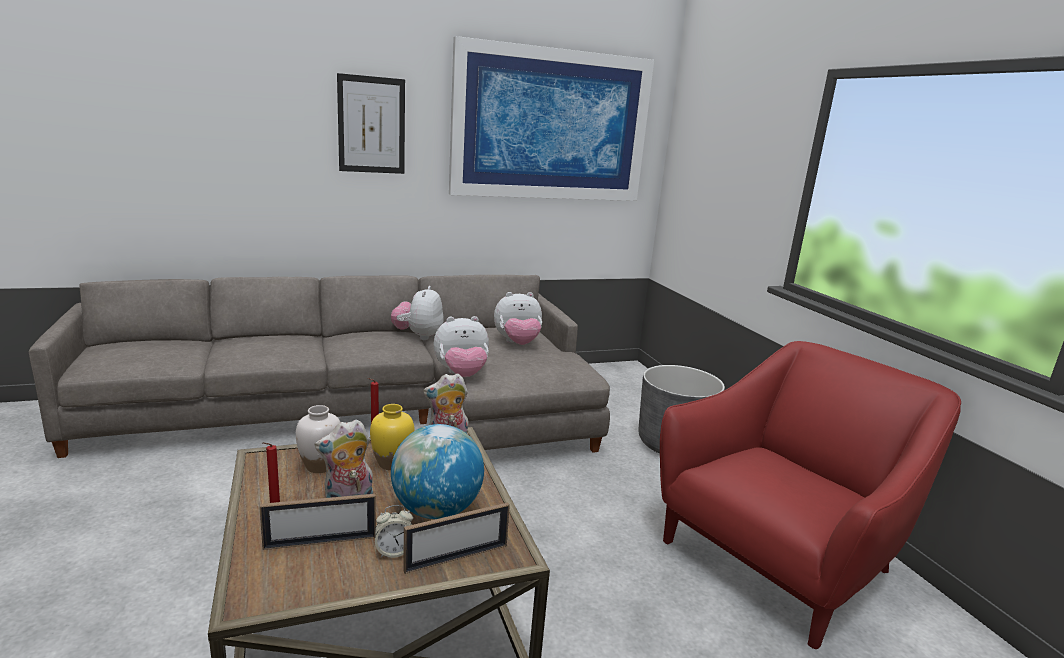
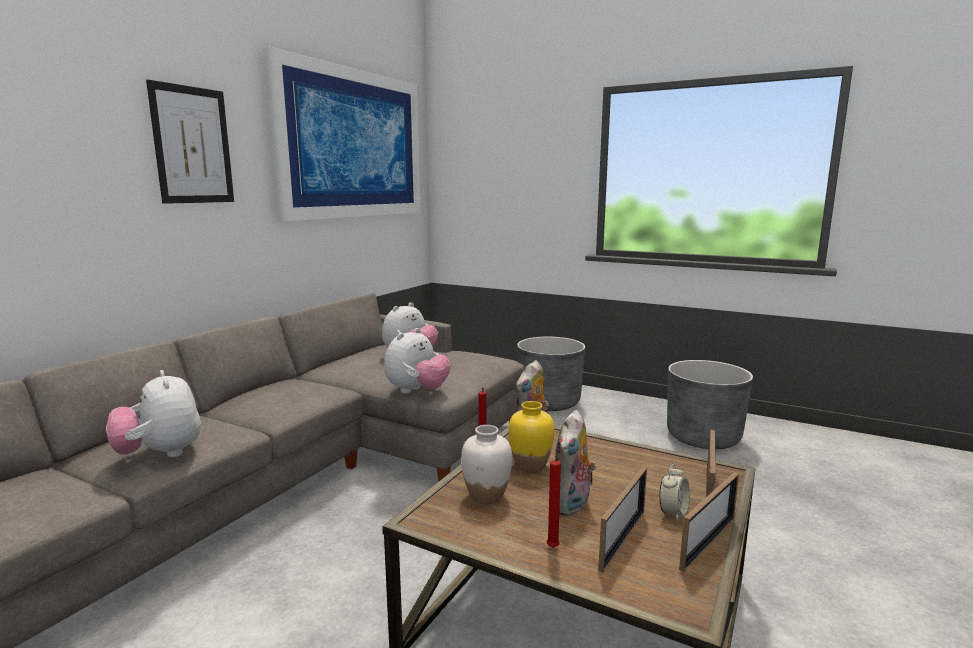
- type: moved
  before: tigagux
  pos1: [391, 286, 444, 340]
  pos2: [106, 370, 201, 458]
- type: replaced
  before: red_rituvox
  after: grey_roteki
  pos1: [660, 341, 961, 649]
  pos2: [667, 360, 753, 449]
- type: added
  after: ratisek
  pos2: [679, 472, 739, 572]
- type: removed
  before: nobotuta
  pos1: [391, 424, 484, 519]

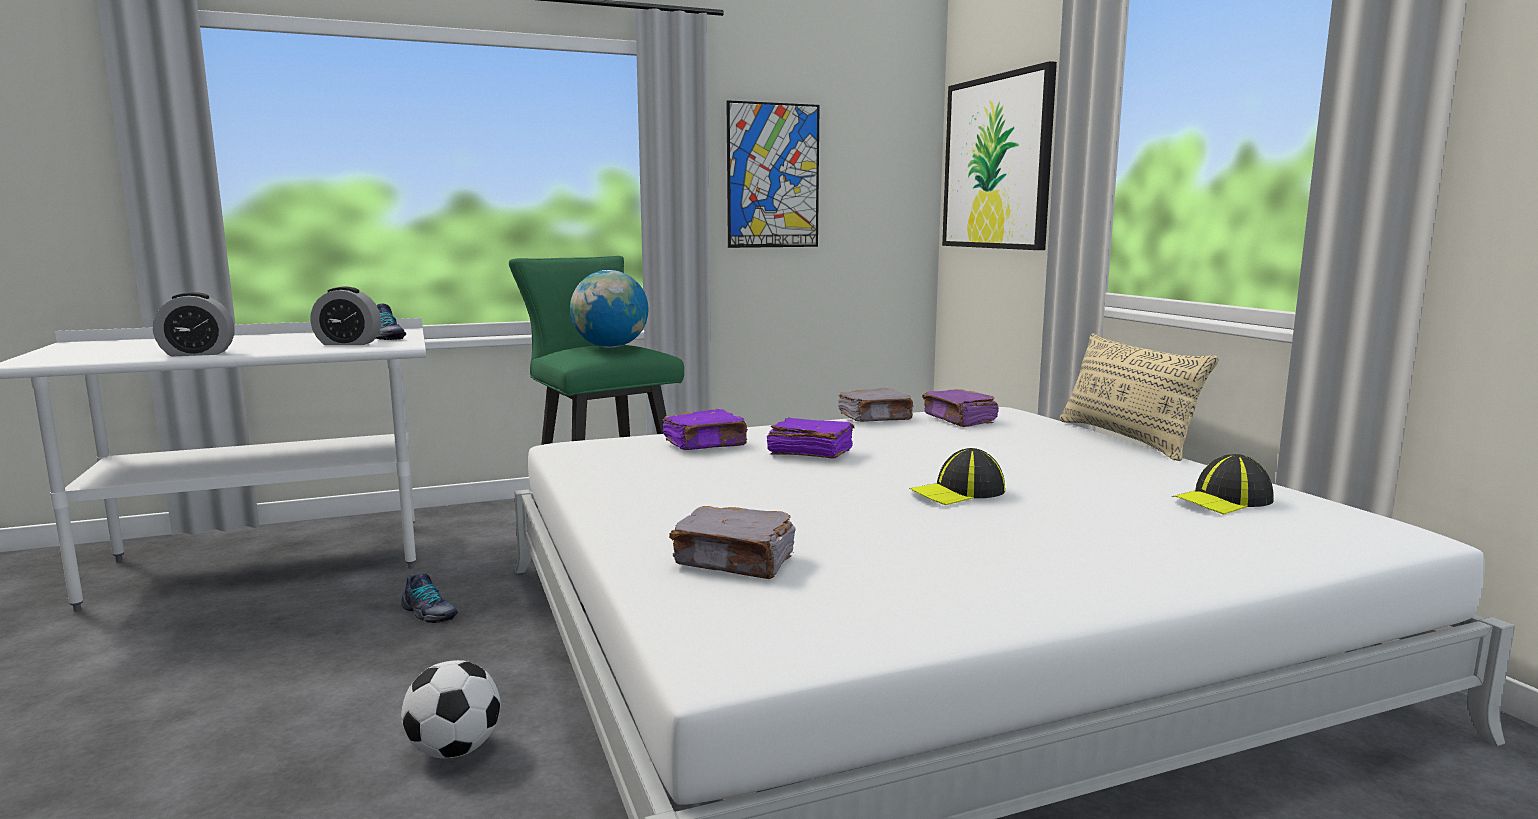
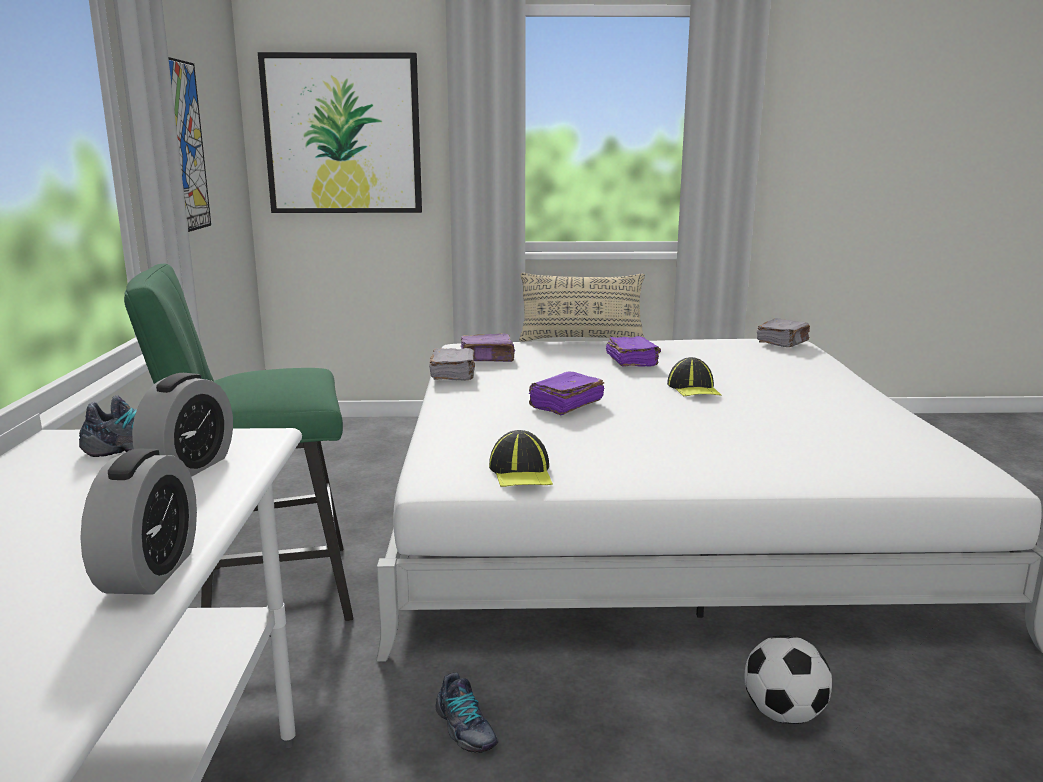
- type: turned
  before: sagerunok
  pos1: [401, 573, 458, 623]
  pos2: [435, 672, 498, 753]
  turn: 90
- type: moved
  before: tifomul
  pos1: [1172, 454, 1274, 515]
  pos2: [489, 430, 553, 487]
- type: moved
  before: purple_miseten
  pos1: [663, 409, 748, 450]
  pos2: [606, 336, 661, 367]
- type: moved
  before: grey_miseten
  pos1: [669, 506, 796, 579]
  pos2: [757, 318, 810, 347]
- type: removed
  before: nobotuta
  pos1: [570, 270, 648, 348]

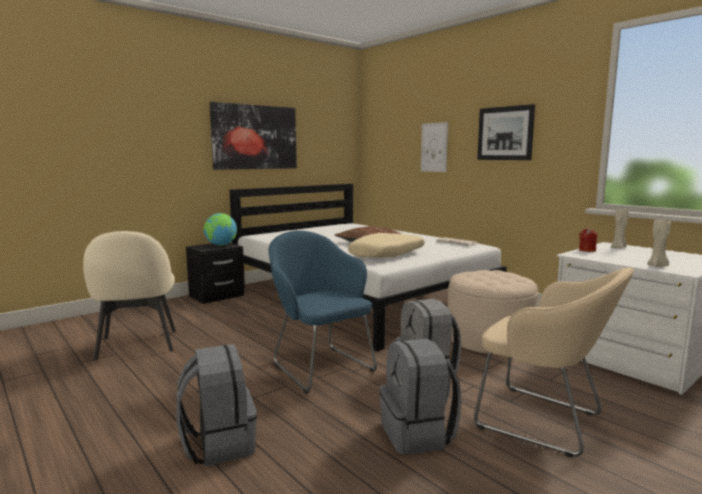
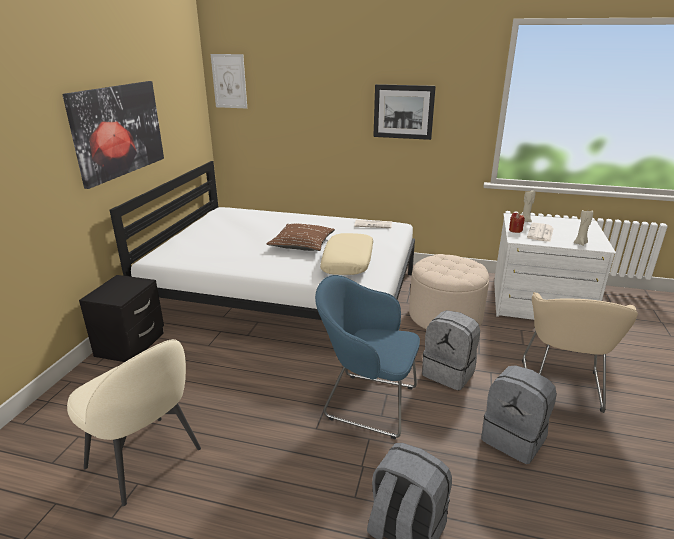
- type: moved
  before: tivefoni
  pos1: [421, 122, 448, 172]
  pos2: [211, 54, 247, 108]
- type: turned
  before: beige_rituvox
  pos1: [474, 267, 634, 458]
  pos2: [522, 292, 638, 413]
  turn: 105
- type: added
  after: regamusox
  pos2: [527, 223, 554, 242]
- type: removed
  before: nobotuta
  pos1: [204, 213, 237, 246]

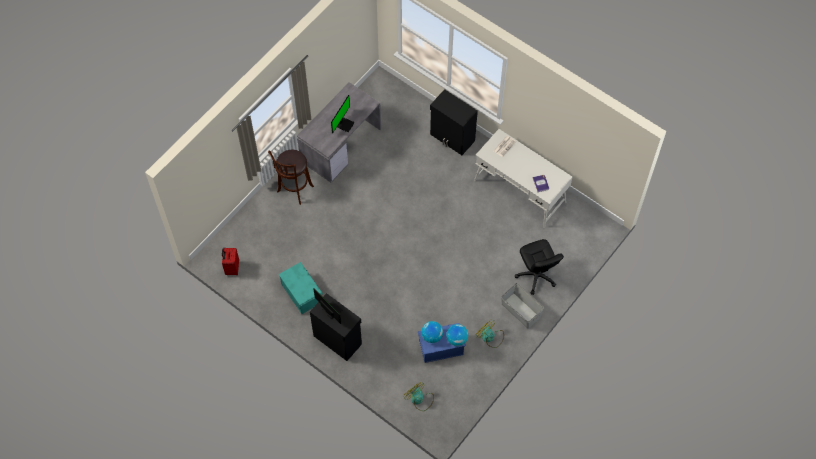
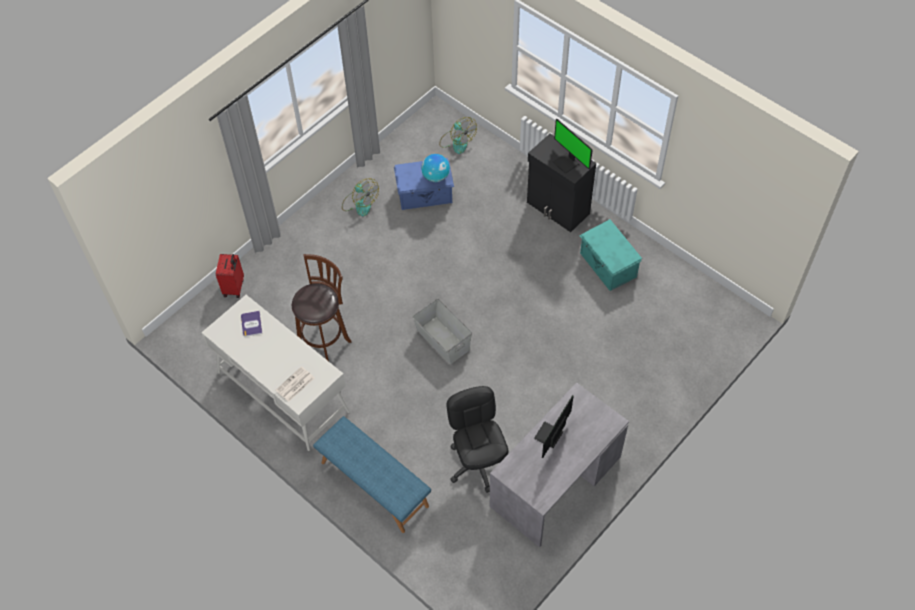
- type: moved
  before: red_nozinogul
  pos1: [222, 248, 239, 275]
  pos2: [216, 254, 244, 298]
- type: moved
  before: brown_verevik
  pos1: [268, 150, 314, 205]
  pos2: [292, 254, 352, 361]
- type: replaced
  before: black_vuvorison
  after: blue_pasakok
  pos1: [430, 89, 478, 155]
  pos2: [313, 416, 431, 533]
- type: moved
  before: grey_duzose
  pos1: [501, 283, 544, 329]
  pos2: [413, 299, 472, 364]
- type: moved
  before: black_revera
  pos1: [515, 239, 564, 295]
  pos2: [446, 386, 509, 493]
- type: removed
  before: nobotuta
  pos1: [447, 324, 468, 346]

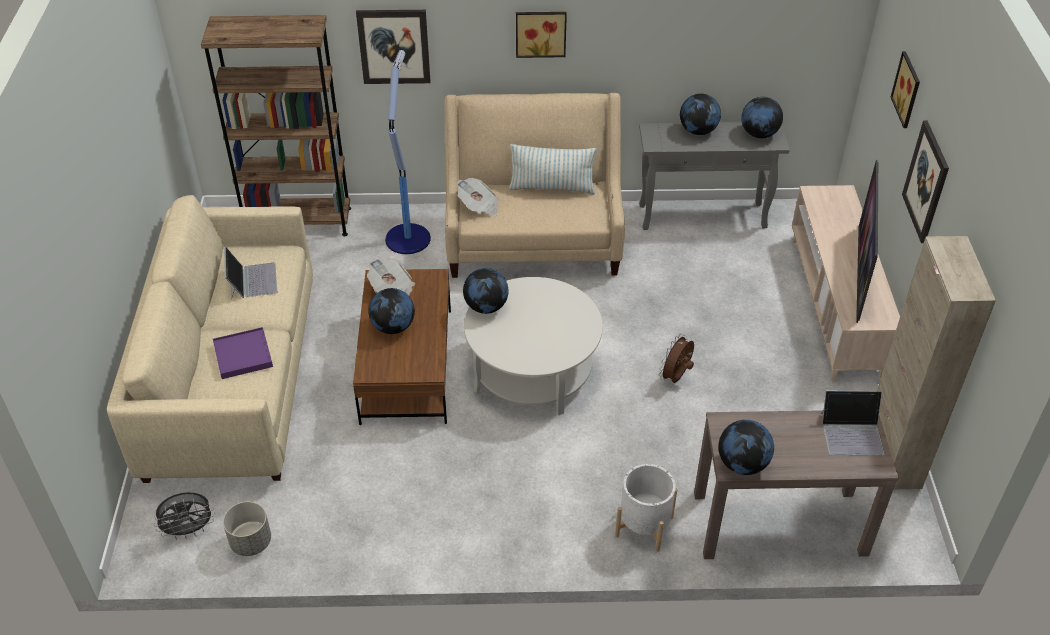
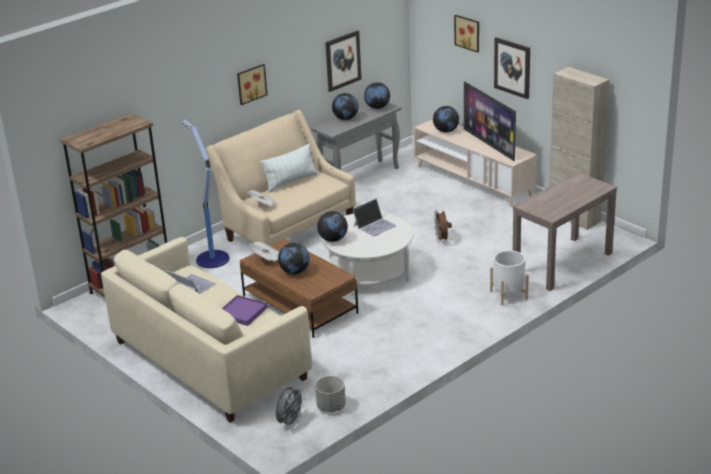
- type: moved
  before: tivefoni
  pos1: [356, 10, 431, 84]
  pos2: [325, 30, 361, 92]
- type: moved
  before: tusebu
  pos1: [820, 390, 885, 456]
  pos2: [352, 199, 396, 237]
- type: moved
  before: nobotuta
  pos1: [718, 420, 774, 475]
  pos2: [433, 106, 459, 132]

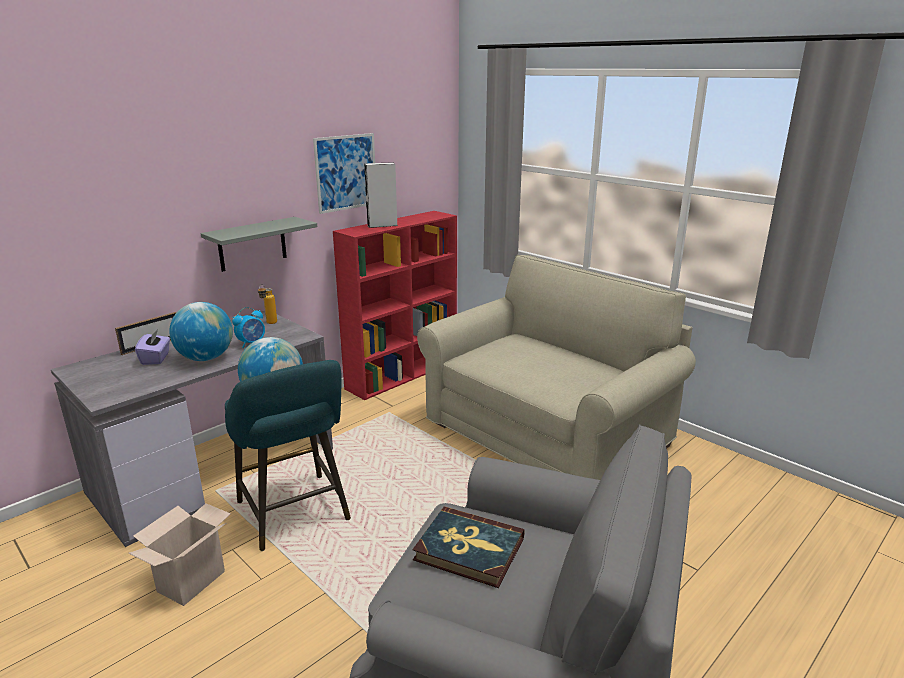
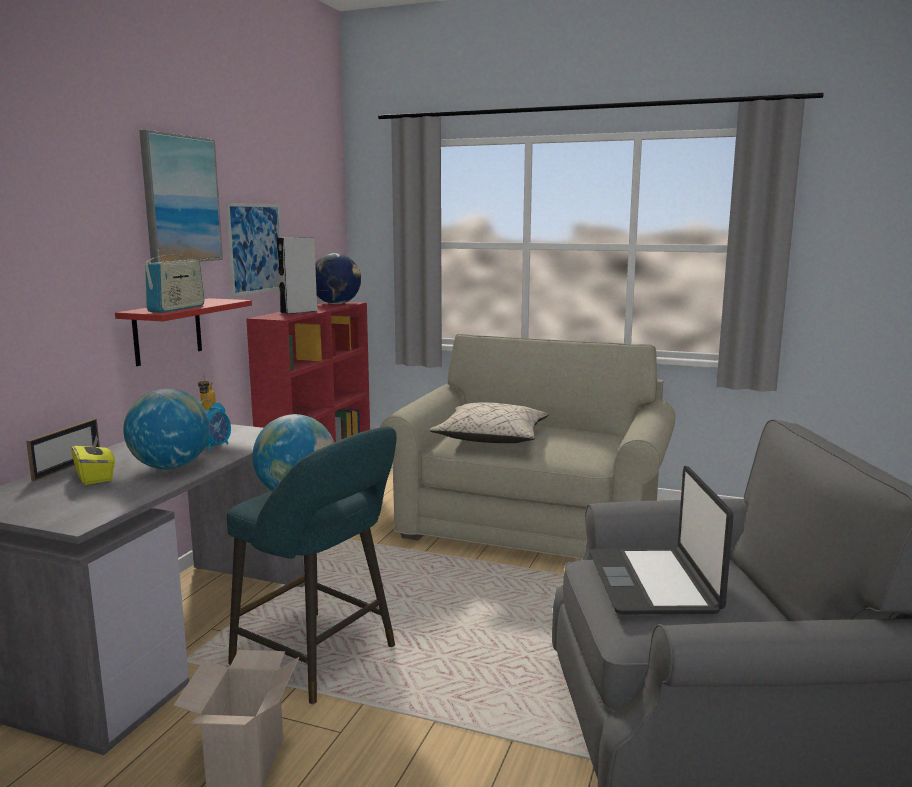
- type: recoloured
  before: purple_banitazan
  after: yellow_banitazan
  pos1: [135, 329, 170, 365]
  pos2: [71, 434, 115, 485]
- type: recoloured
  before: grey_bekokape
  after: red_bekokape
  pos1: [200, 217, 317, 272]
  pos2: [115, 298, 252, 366]
- type: added
  after: tivefoni
  pos2: [139, 130, 223, 263]
- type: added
  after: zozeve
  pos2: [145, 250, 204, 313]
- type: added
  after: nobotuta
  pos2: [315, 253, 361, 304]
- type: added
  after: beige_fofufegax
  pos2: [429, 402, 549, 443]
- type: replaced
  before: miseten
  after: tusebu
  pos1: [413, 506, 525, 588]
  pos2: [590, 466, 734, 614]

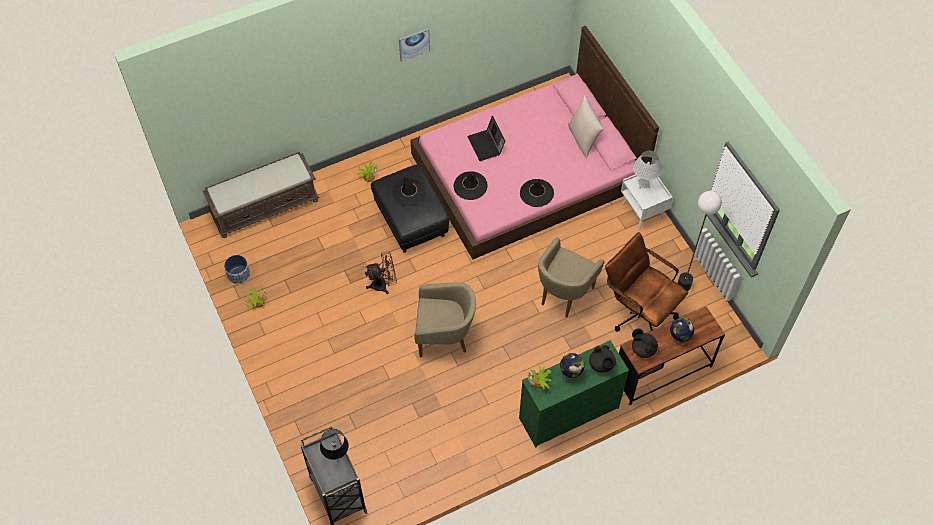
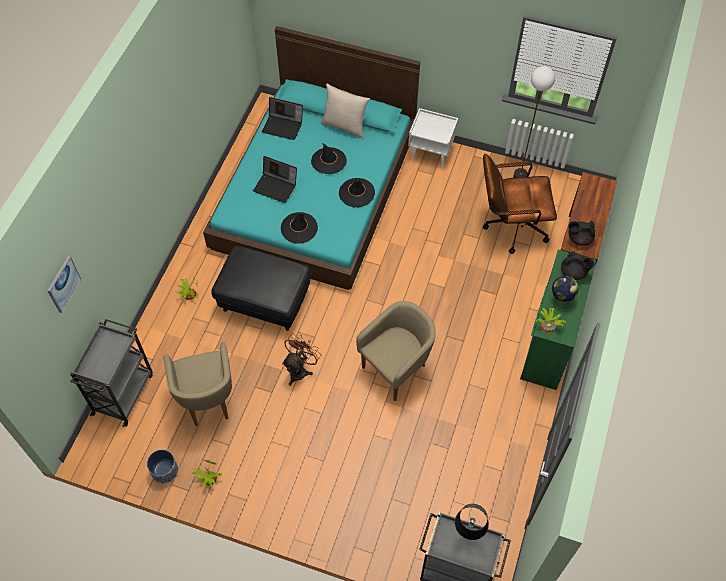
- type: moved
  before: tivefoni
  pos1: [399, 28, 430, 62]
  pos2: [47, 256, 81, 313]
- type: replaced
  before: brown_pasakok
  after: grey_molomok
  pos1: [203, 152, 319, 238]
  pos2: [70, 319, 153, 427]
- type: moved
  before: beige_rituvox
  pos1: [538, 237, 604, 317]
  pos2: [163, 342, 232, 426]
- type: recoloured
  before: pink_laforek
  after: turquoise_laforek
  pos1: [410, 26, 659, 260]
  pos2: [203, 26, 420, 290]
- type: added
  after: tusebu
  pos2: [262, 97, 303, 140]
- type: moved
  before: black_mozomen
  pos1: [392, 174, 426, 206]
  pos2: [311, 143, 347, 174]
- type: removed
  before: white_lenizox
  pos1: [633, 150, 662, 189]
- type: removed
  before: nobotuta
  pos1: [670, 318, 694, 346]

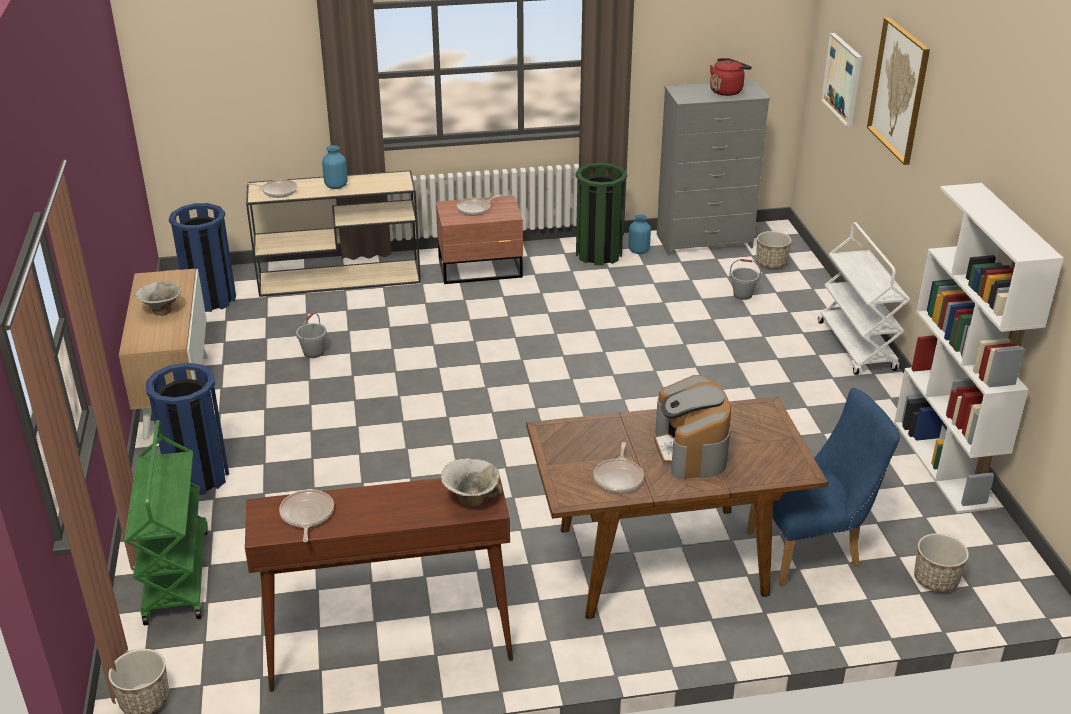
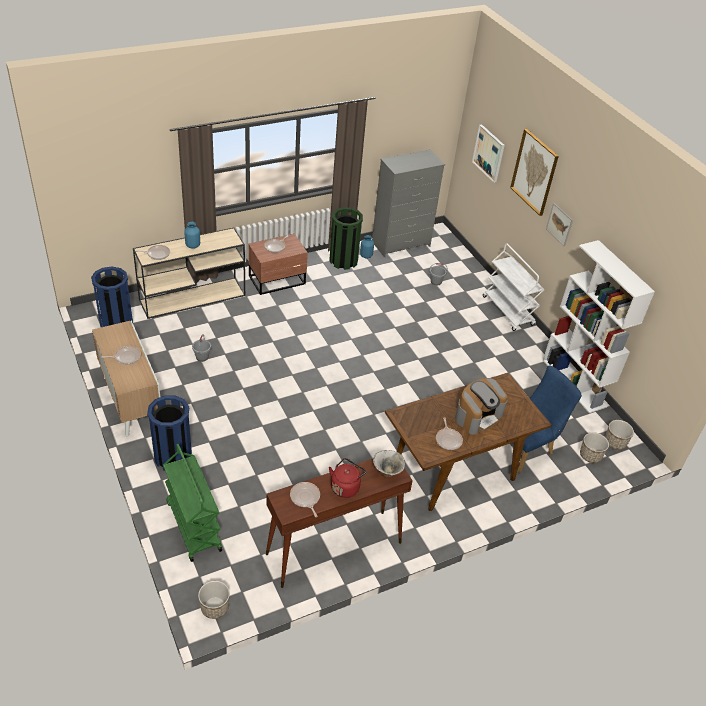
- type: replaced
  before: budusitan
  after: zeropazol
  pos1: [135, 281, 182, 315]
  pos2: [101, 346, 141, 364]
- type: moved
  before: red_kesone
  pos1: [710, 58, 752, 96]
  pos2: [329, 458, 367, 498]
- type: turned
  before: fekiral
  pos1: [654, 375, 731, 479]
  pos2: [455, 378, 508, 435]
  turn: -105
- type: added
  after: tivefoni
  pos2: [546, 203, 573, 246]
- type: moved
  before: roteki
  pos1: [756, 231, 792, 269]
  pos2: [605, 420, 634, 450]

